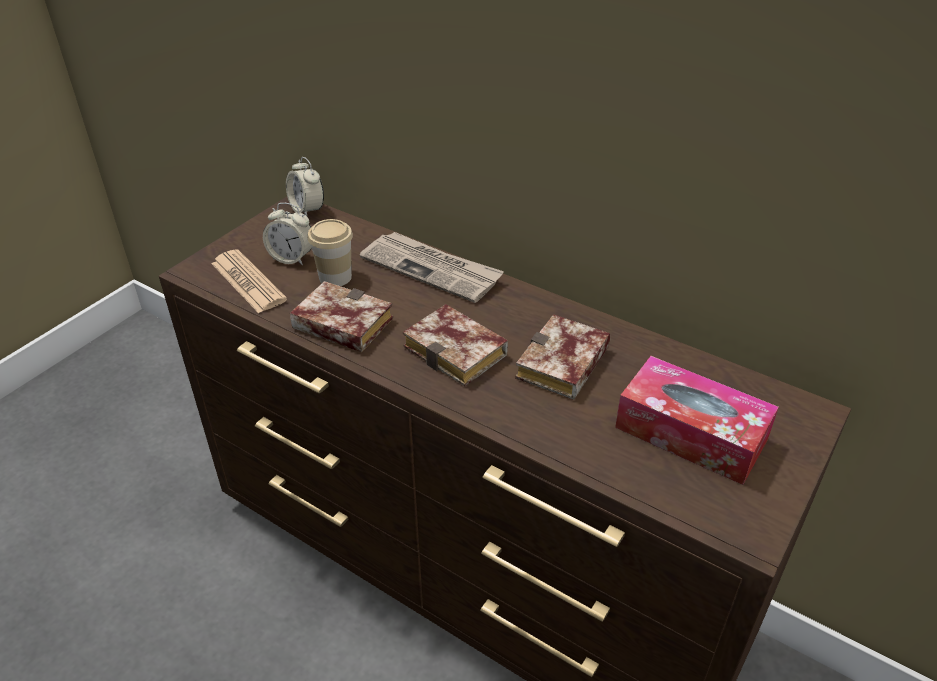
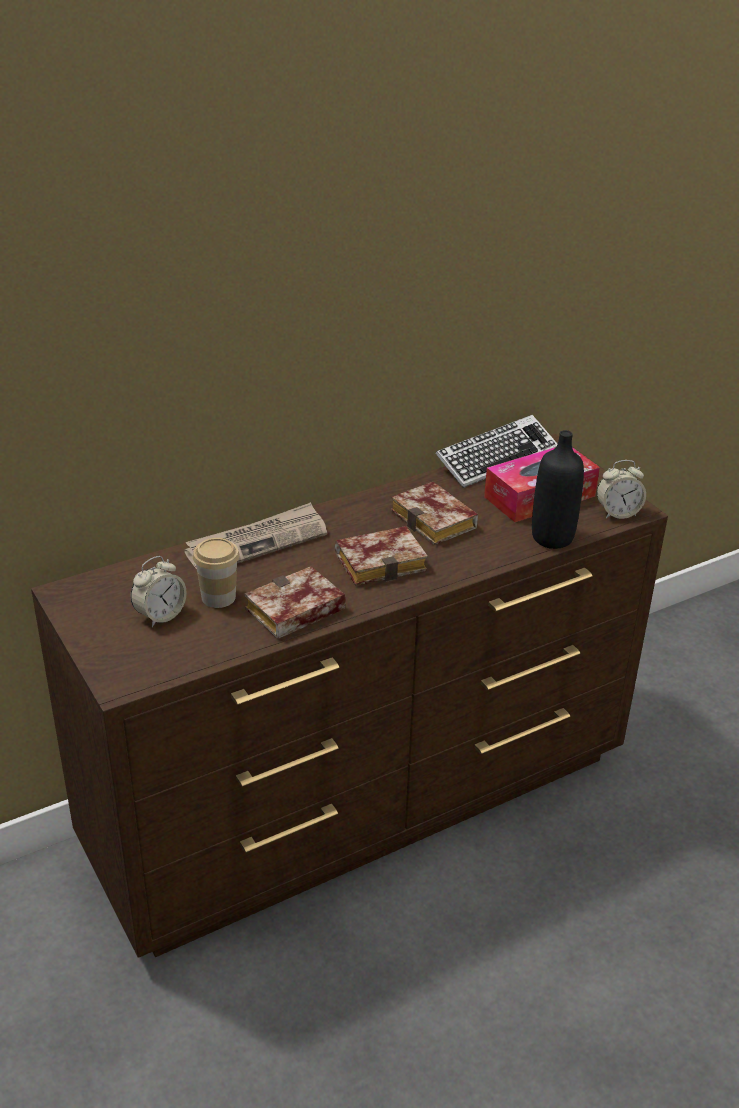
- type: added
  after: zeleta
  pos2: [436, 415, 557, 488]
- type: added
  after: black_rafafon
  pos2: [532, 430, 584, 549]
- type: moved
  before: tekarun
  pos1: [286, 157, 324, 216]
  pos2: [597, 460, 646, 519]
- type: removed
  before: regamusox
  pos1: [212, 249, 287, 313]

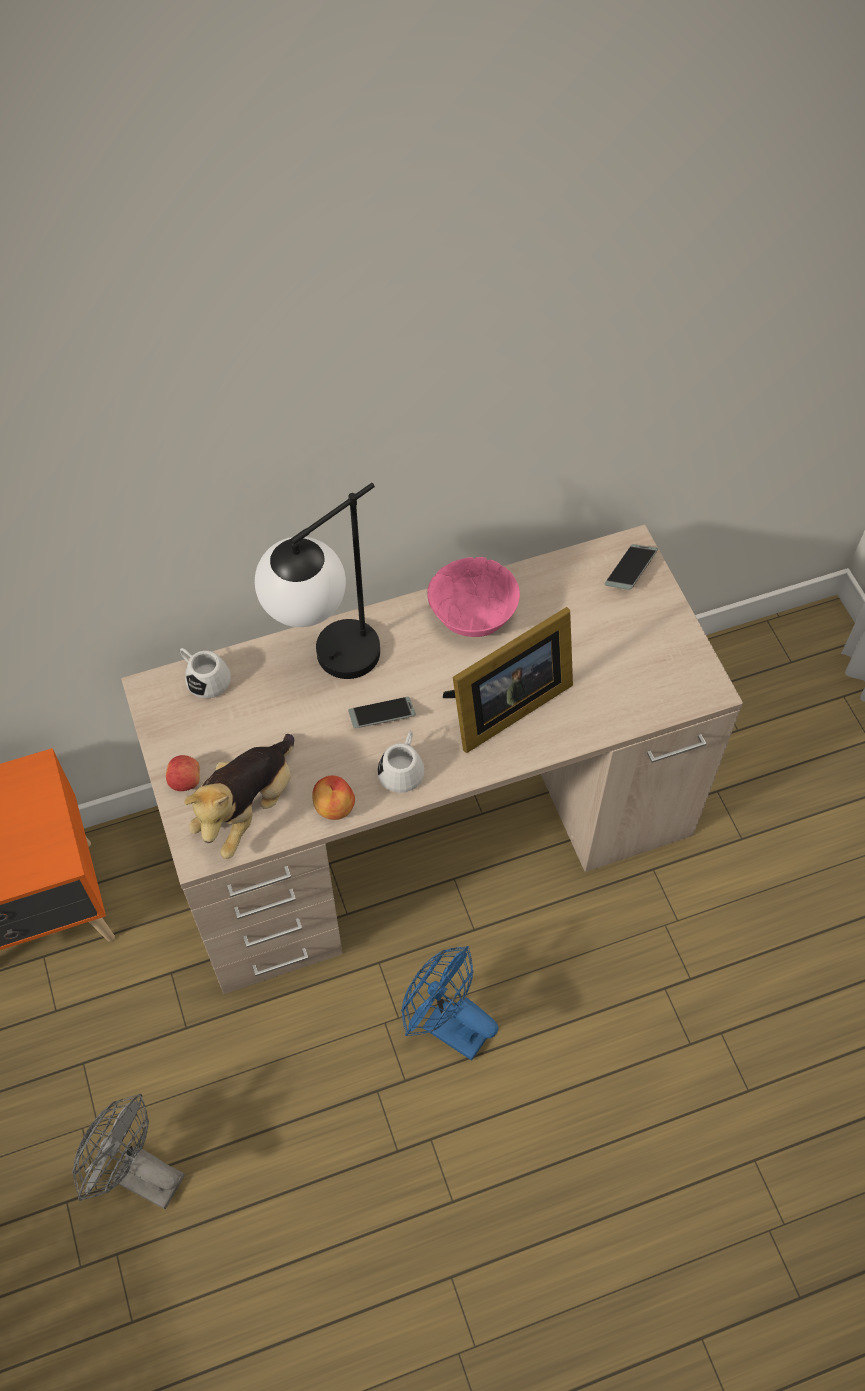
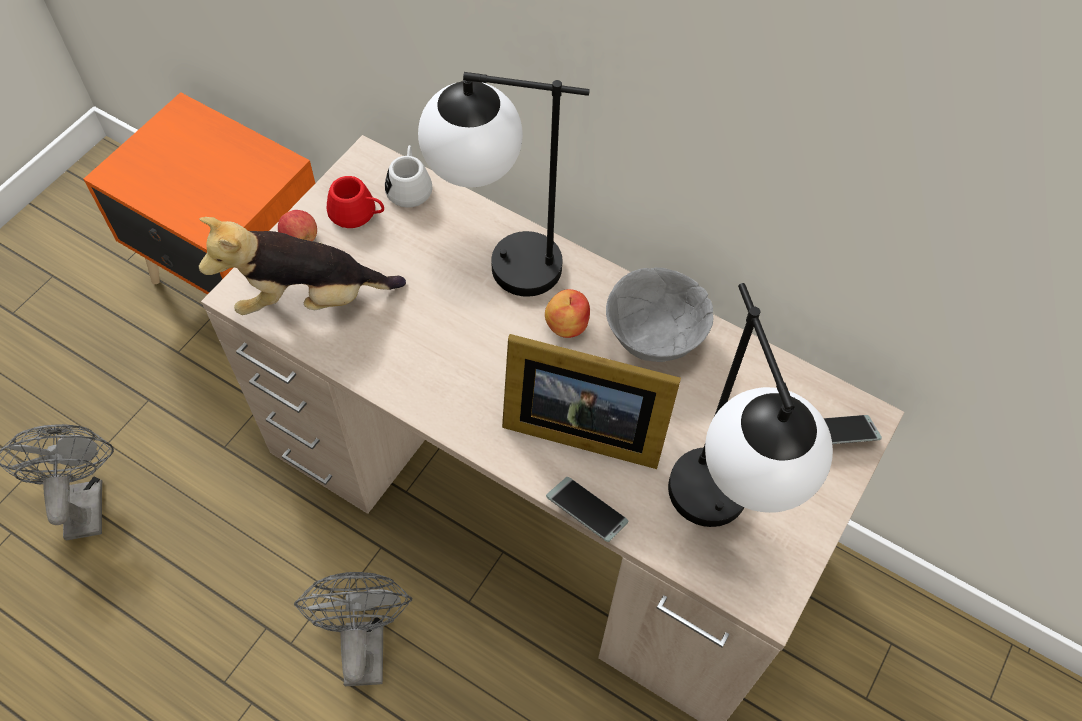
- type: recoloured
  before: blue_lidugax
  after: grey_lidugax
  pos1: [401, 946, 498, 1061]
  pos2: [294, 572, 412, 686]
- type: added
  after: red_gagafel
  pos2: [327, 176, 384, 228]
- type: moved
  before: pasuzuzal
  pos1: [312, 776, 355, 820]
  pos2: [545, 289, 590, 338]
- type: moved
  before: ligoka
  pos1: [348, 697, 416, 728]
  pos2: [546, 477, 629, 542]
- type: recoloured
  before: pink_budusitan
  after: grey_budusitan
  pos1: [427, 557, 520, 637]
  pos2: [606, 268, 713, 362]
- type: added
  after: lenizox
  pos2: [668, 283, 833, 527]
- type: removed
  before: white_gagafel
  pos1: [378, 731, 425, 793]

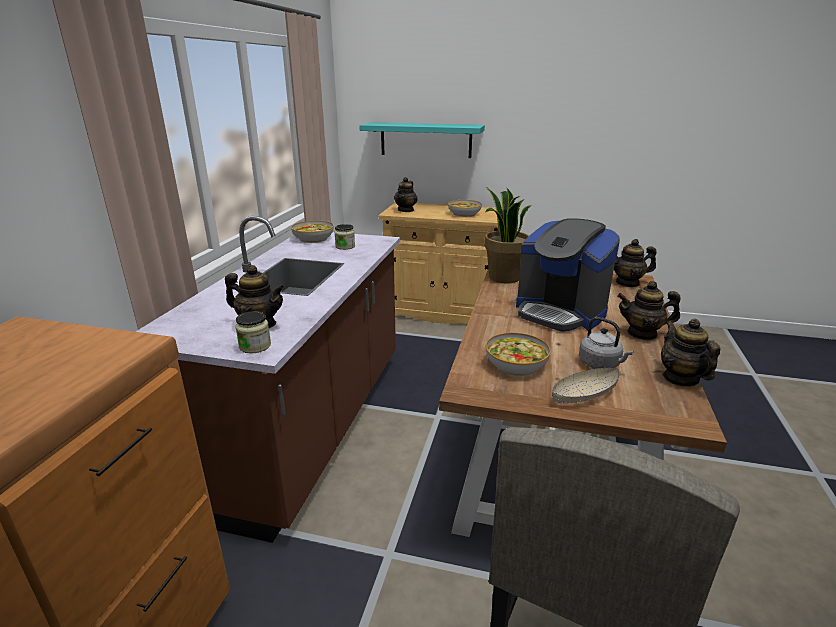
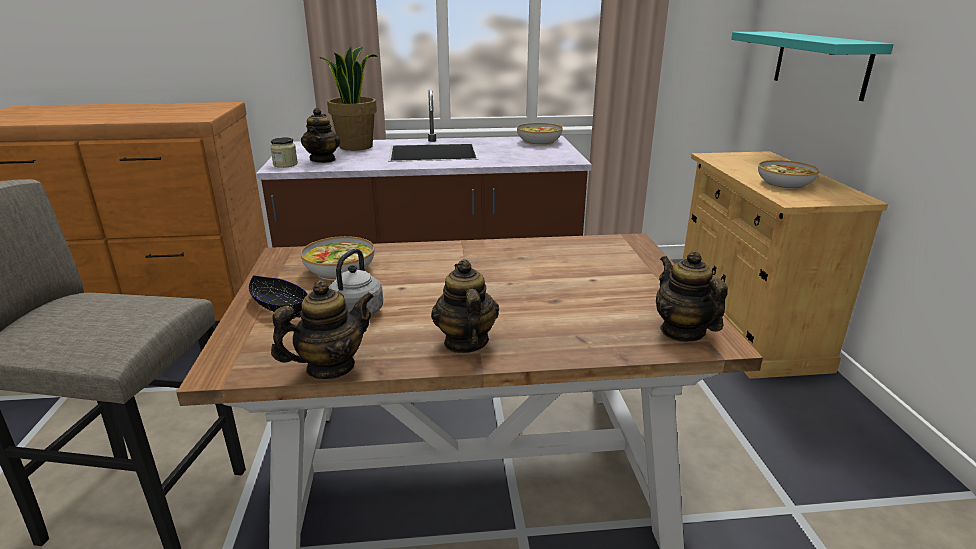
- type: recoloured
  before: beige_budusitan
  after: black_budusitan
  pos1: [552, 368, 619, 404]
  pos2: [248, 275, 308, 318]
- type: moved
  before: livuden
  pos1: [484, 187, 531, 284]
  pos2: [318, 47, 378, 151]
- type: removed
  before: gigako
  pos1: [334, 224, 355, 250]
- type: removed
  before: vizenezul
  pos1: [394, 177, 418, 212]
- type: removed
  before: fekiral
  pos1: [516, 218, 620, 332]

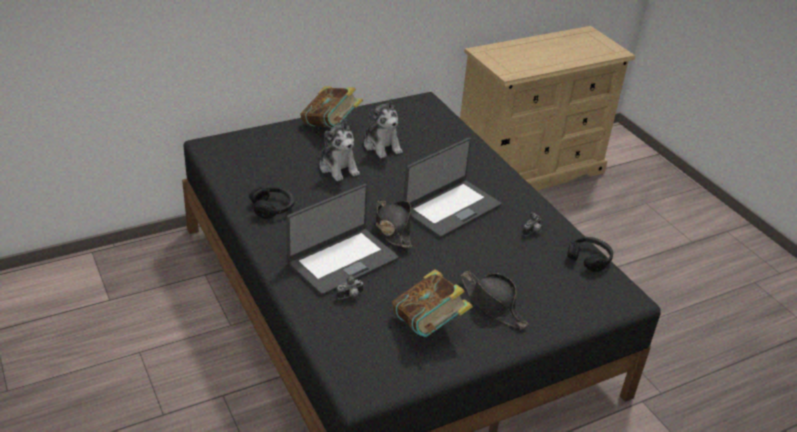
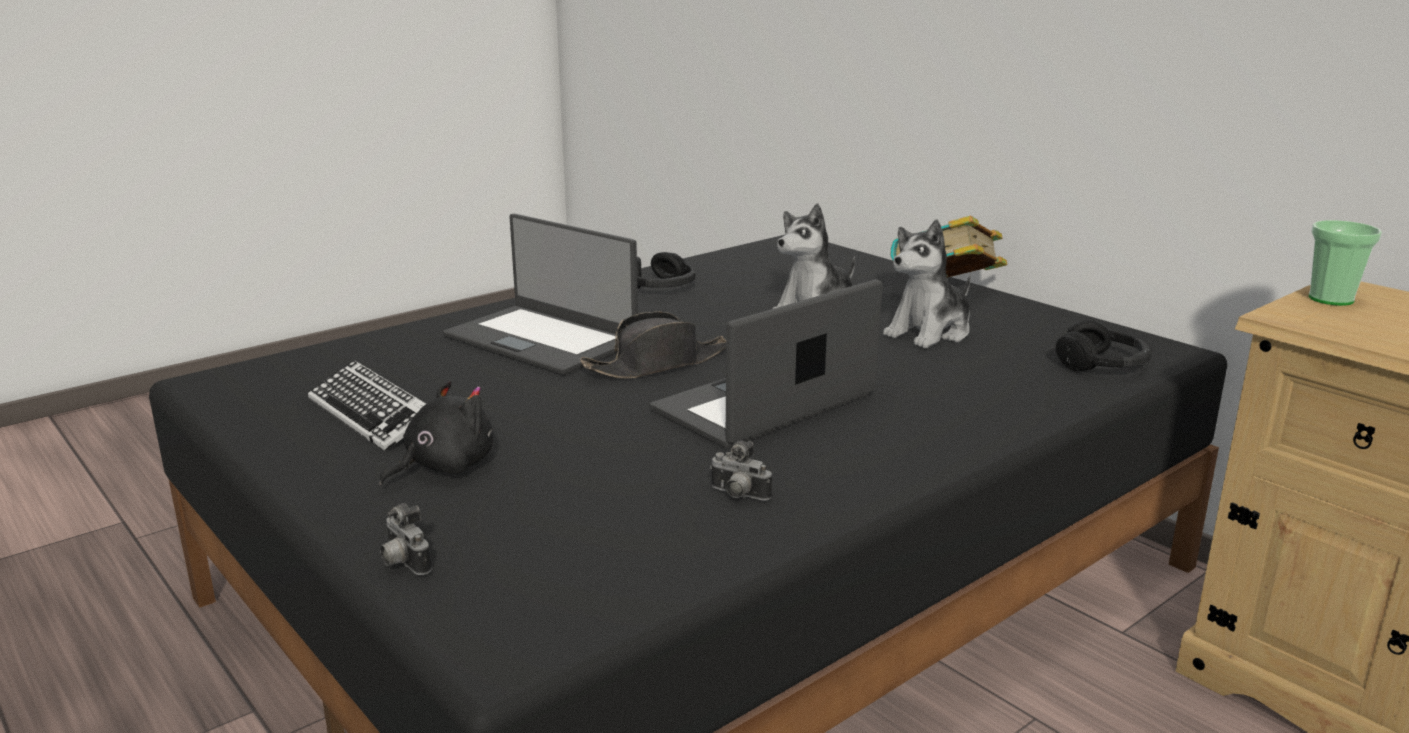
- type: replaced
  before: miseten
  after: zeleta
  pos1: [392, 269, 473, 337]
  pos2: [308, 361, 426, 452]
- type: replaced
  before: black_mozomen
  after: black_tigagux
  pos1: [460, 270, 528, 329]
  pos2: [379, 380, 493, 485]
- type: moved
  before: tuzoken
  pos1: [337, 274, 364, 299]
  pos2: [380, 503, 432, 575]
- type: turned
  before: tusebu
  pos1: [403, 138, 502, 238]
  pos2: [649, 279, 882, 448]
  turn: 105
- type: moved
  before: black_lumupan
  pos1: [567, 237, 613, 272]
  pos2: [1056, 320, 1152, 371]
- type: added
  after: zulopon
  pos2: [1309, 220, 1382, 306]

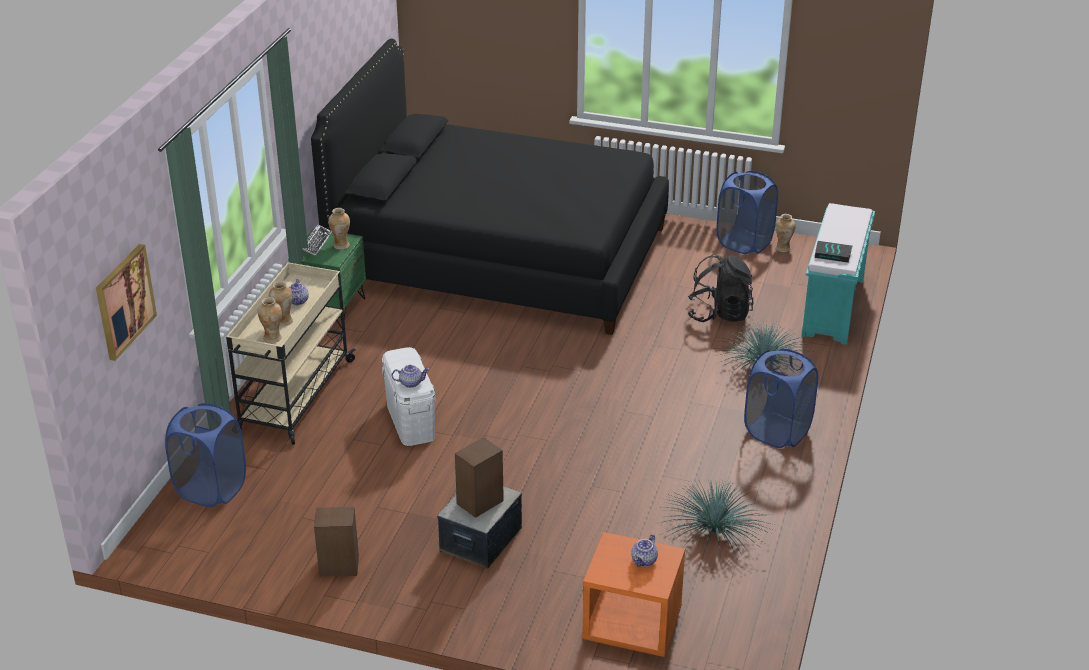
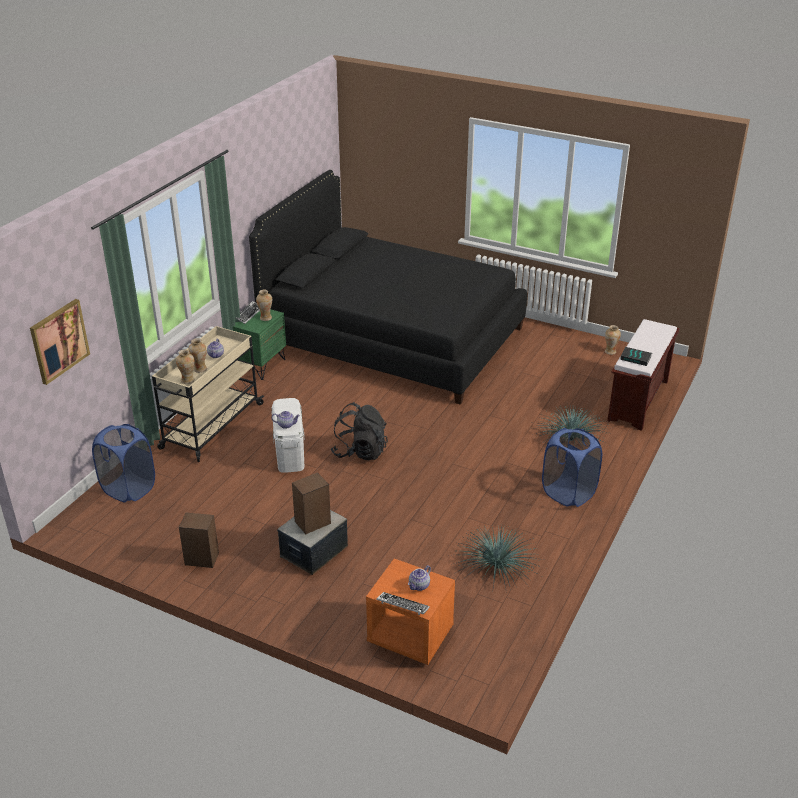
- type: moved
  before: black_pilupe
  pos1: [688, 254, 753, 322]
  pos2: [331, 402, 388, 460]
- type: added
  after: zeleta
  pos2: [377, 592, 430, 615]
- type: recoloured
  before: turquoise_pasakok
  after: brown_pasakok
  pos1: [802, 203, 875, 345]
  pos2: [607, 319, 679, 431]
- type: removed
  before: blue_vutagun
  pos1: [716, 171, 778, 254]

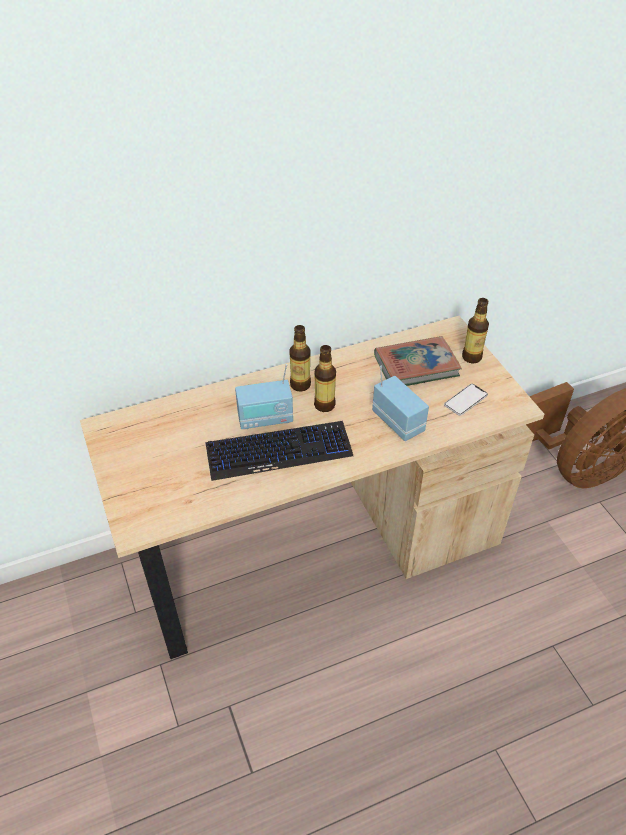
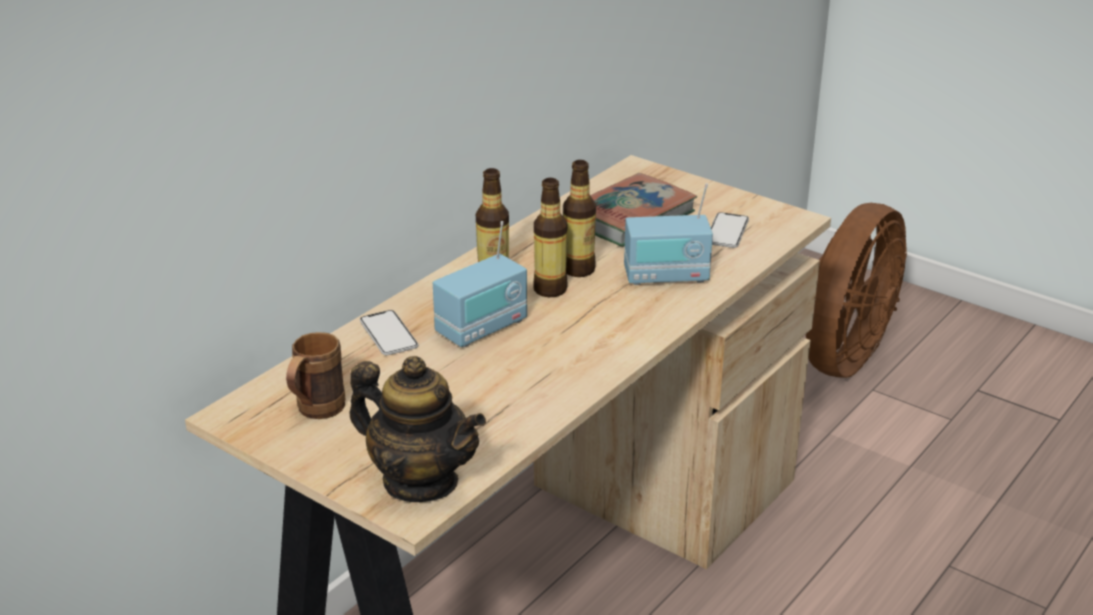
- type: added
  after: brown_gagafel
  pos2: [286, 332, 346, 419]
- type: added
  after: vizenezul
  pos2: [350, 356, 486, 502]
- type: added
  after: ligoka
  pos2: [360, 310, 419, 355]
- type: moved
  before: rafafon
  pos1: [462, 298, 489, 363]
  pos2: [563, 160, 596, 277]
- type: turned
  before: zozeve
  pos1: [372, 365, 429, 441]
  pos2: [624, 183, 713, 285]
  turn: 150
- type: removed
  before: zeleta
  pos1: [205, 421, 353, 481]

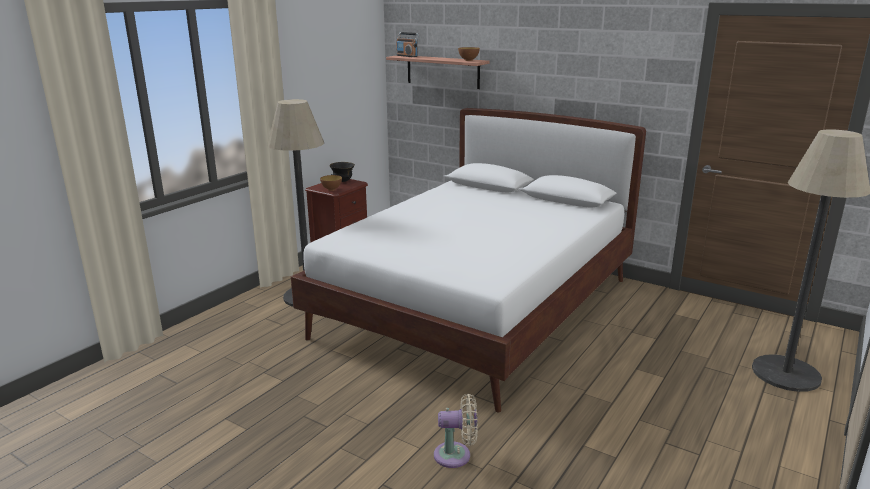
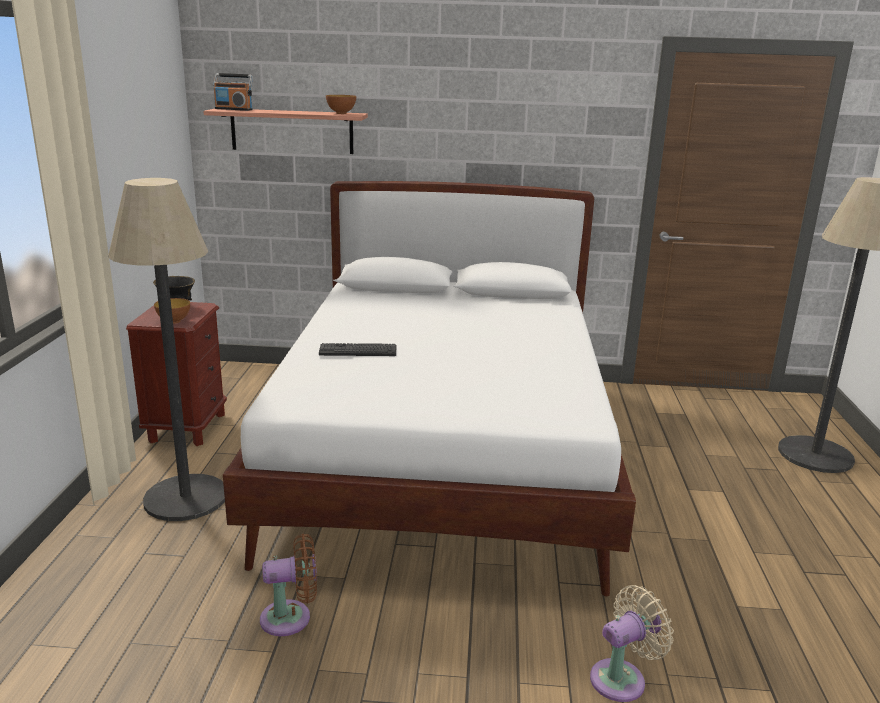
- type: added
  after: brown_lidugax
  pos2: [260, 533, 317, 636]
- type: added
  after: zeleta
  pos2: [319, 343, 396, 356]

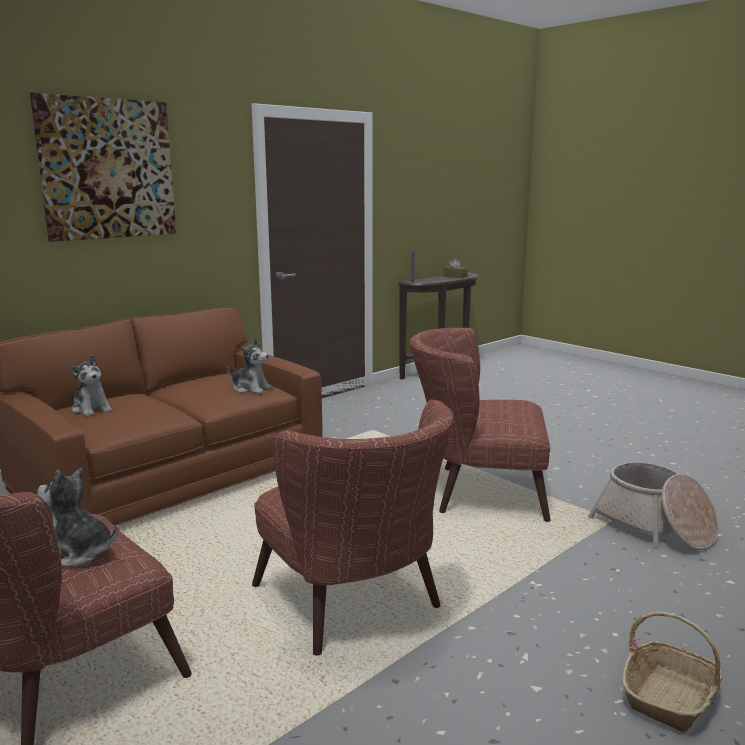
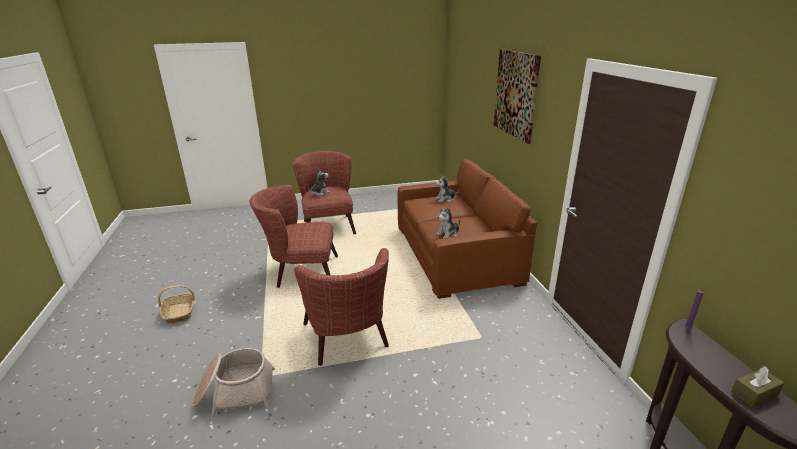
- type: turned
  before: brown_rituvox
  pos1: [409, 328, 550, 522]
  pos2: [294, 248, 389, 366]
  turn: 120

